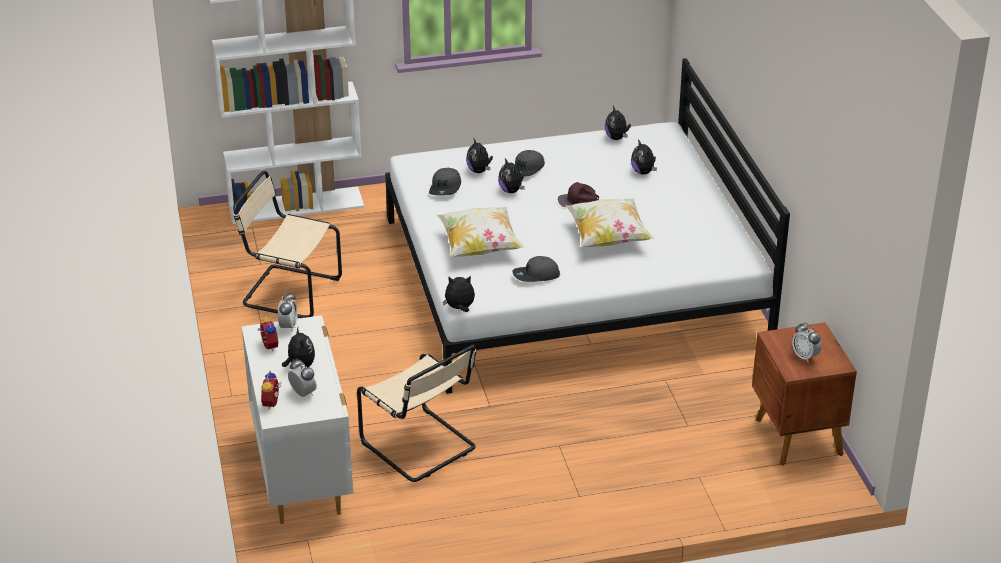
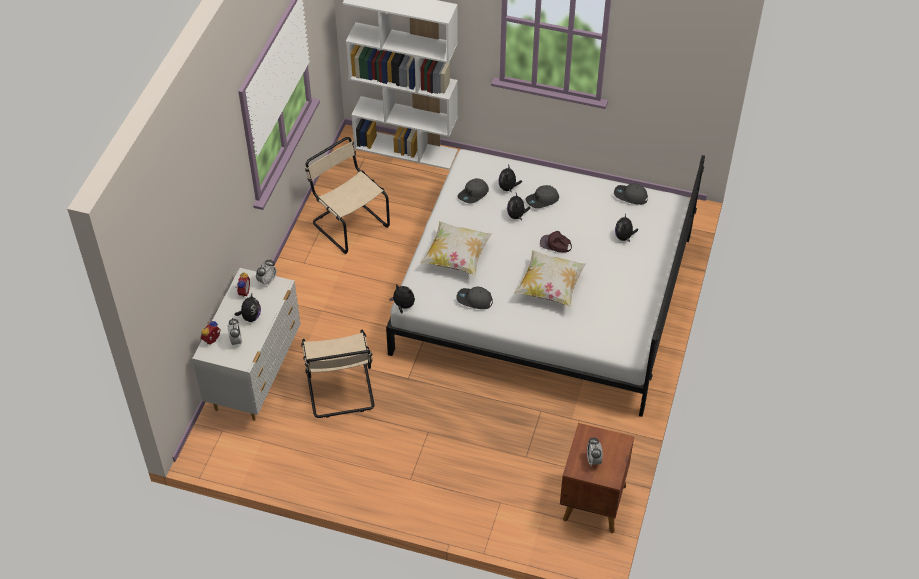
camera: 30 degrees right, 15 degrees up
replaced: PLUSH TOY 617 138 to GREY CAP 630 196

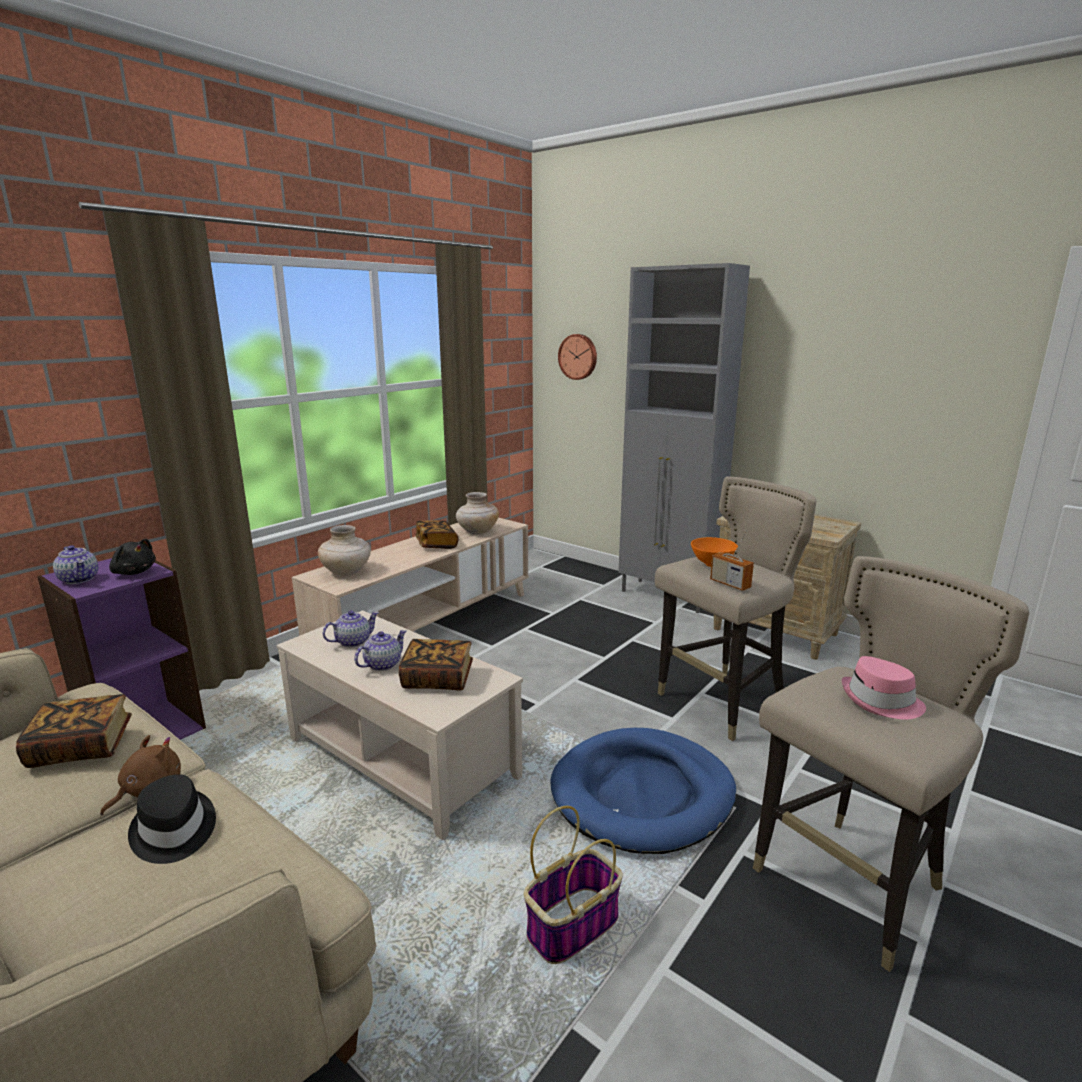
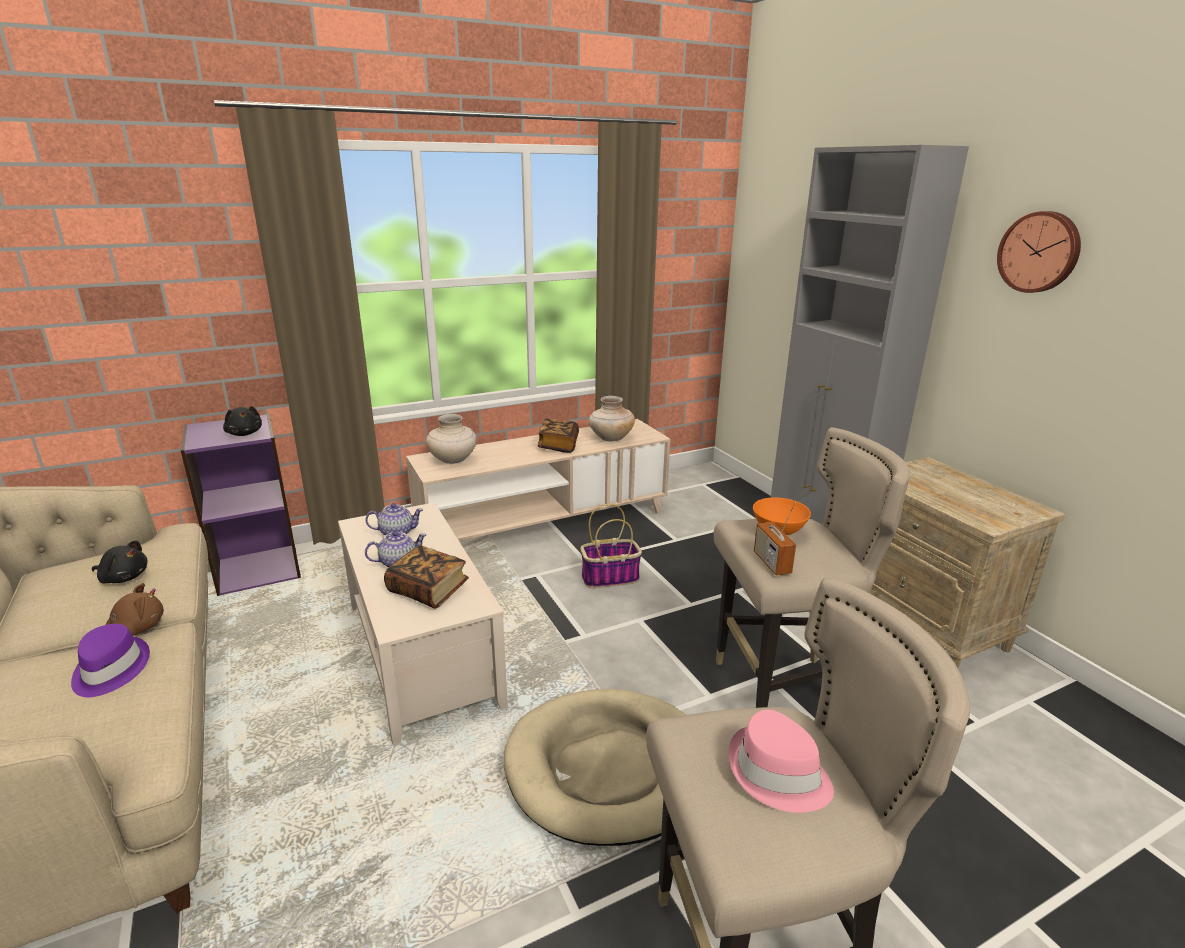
camera: 25 degrees right, 5 degrees up
removed: TEAPOT 80 579
moved: BASKET 573 925 to 610 577; WALL CLOCK 578 356 to 1040 252
replaced: BOOK 81 747 to BLACK PLUSH TOY 124 577
recoloured: BLACK HAT 173 831 to PURPLE HAT 109 670; BLUE DOG BED 642 794 to BEIGE DOG BED 609 769

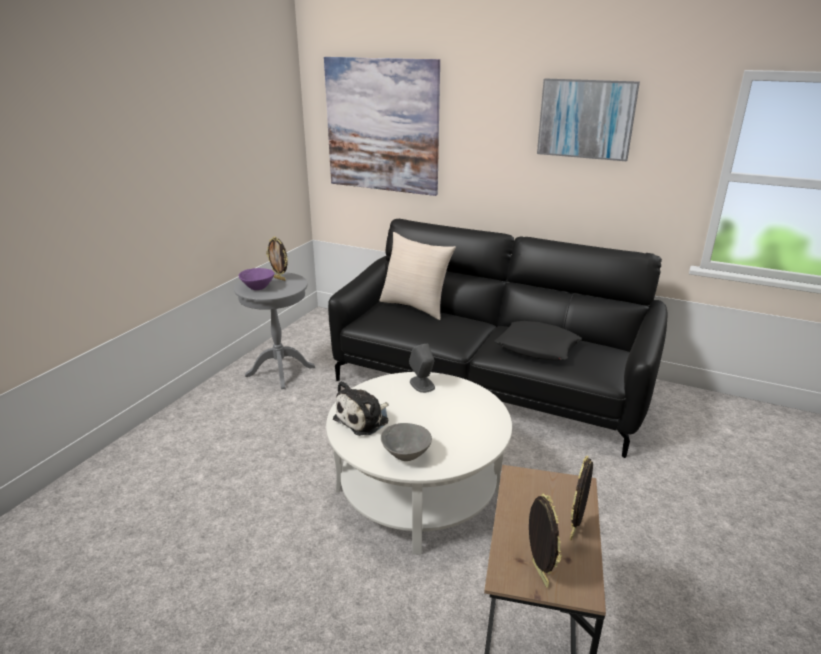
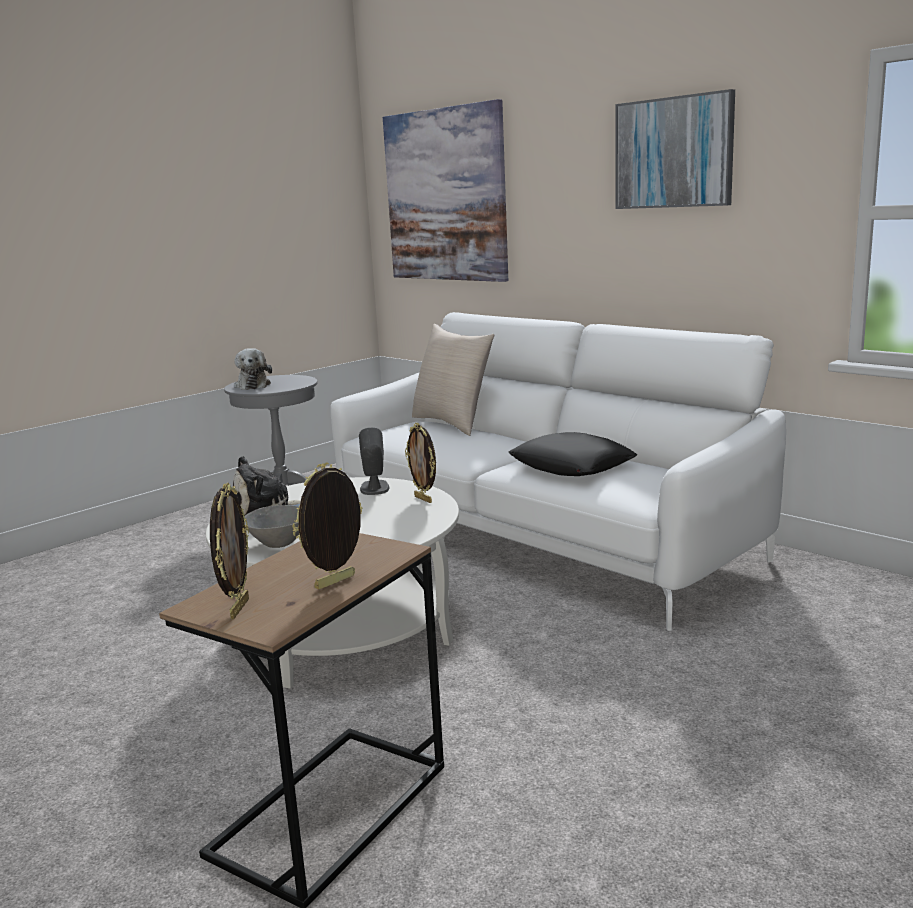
camera: 20 degrees right, 10 degrees down
moved: PICTURE FRAME 280 279 to 424 499
replaced: PURPLE BOWL 258 287 to PLUSH TOY 253 385
recoloured: BLACK SOFA 488 385 to WHITE SOFA 537 537

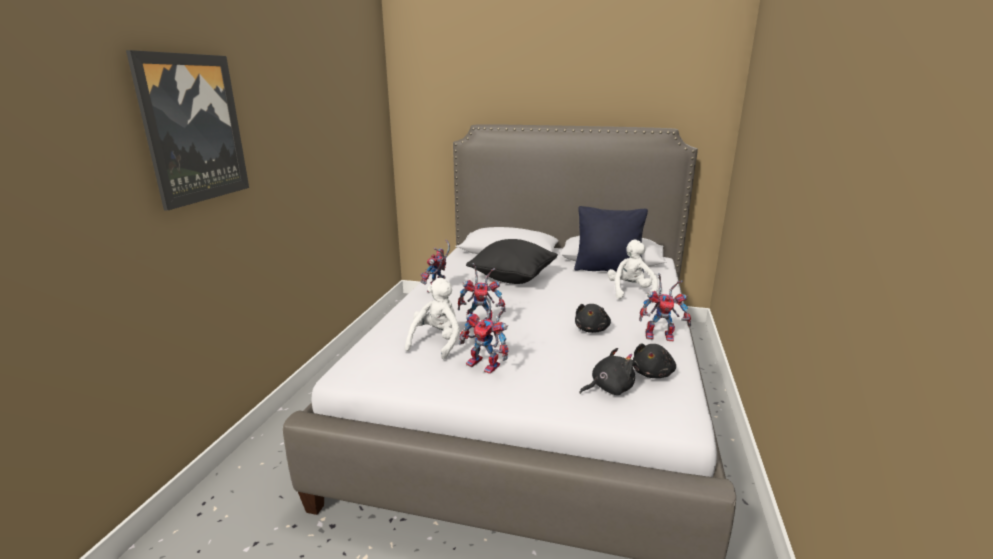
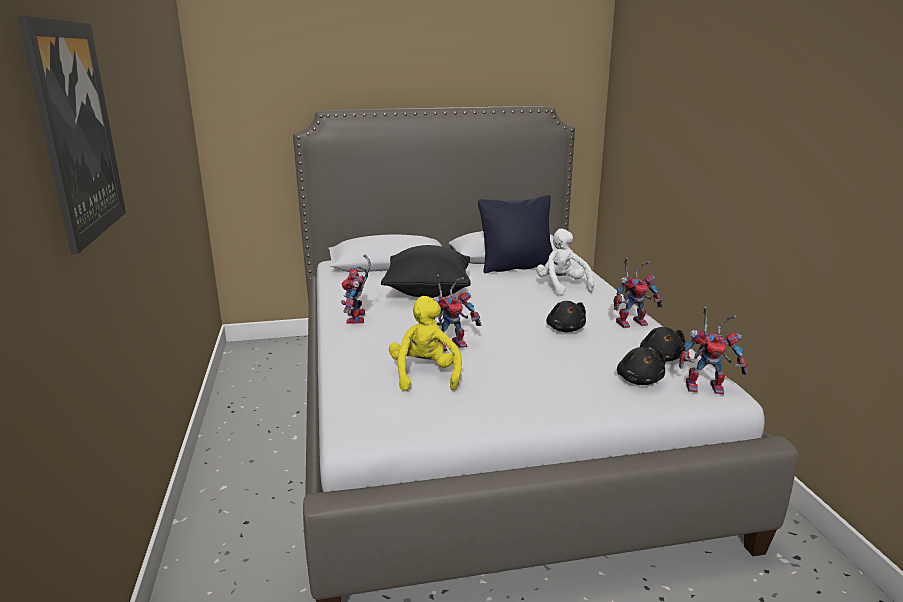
camera: 25 degrees left, 0 degrees up
moved: TOY ROBOT 487 365 to 707 386
recoloured: WHITE PLUSH TOY 437 342 to YELLOW PLUSH TOY 425 375
turned: BLACK PLUSH TOY 609 388 = 639 380 135 degrees clockwise

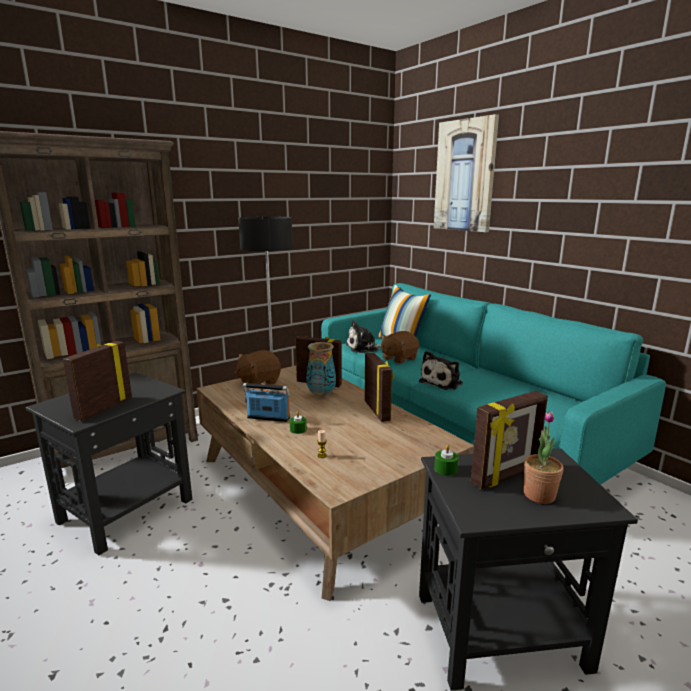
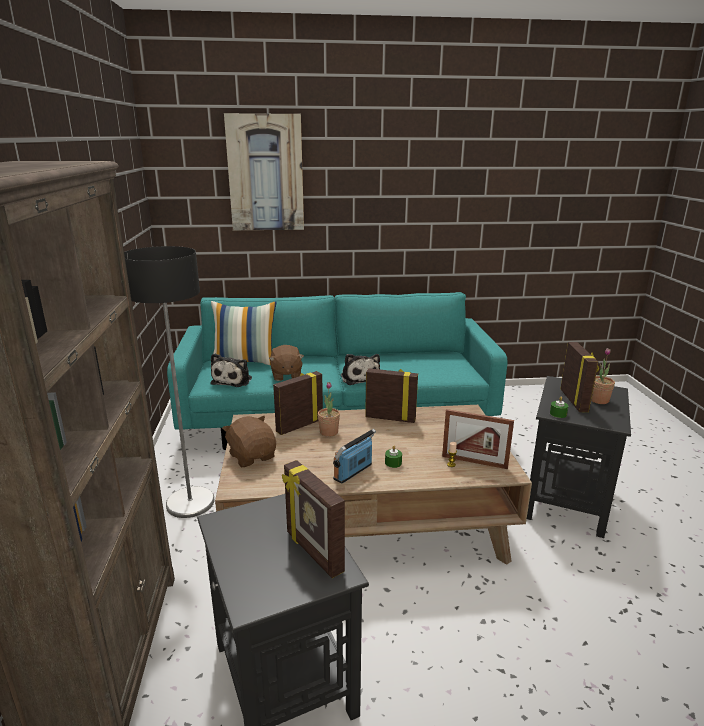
camera: 60 degrees left, 5 degrees up
added: PICTURE FRAME 474 462
replaced: VASE 321 395 to POTTED PLANT 329 432
turned: BROWN PLUSH TOY 258 382 = 252 456 150 degrees clockwise

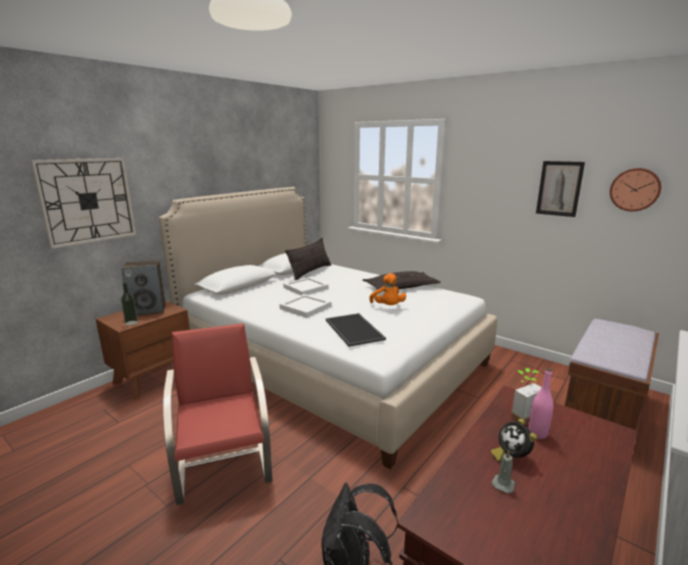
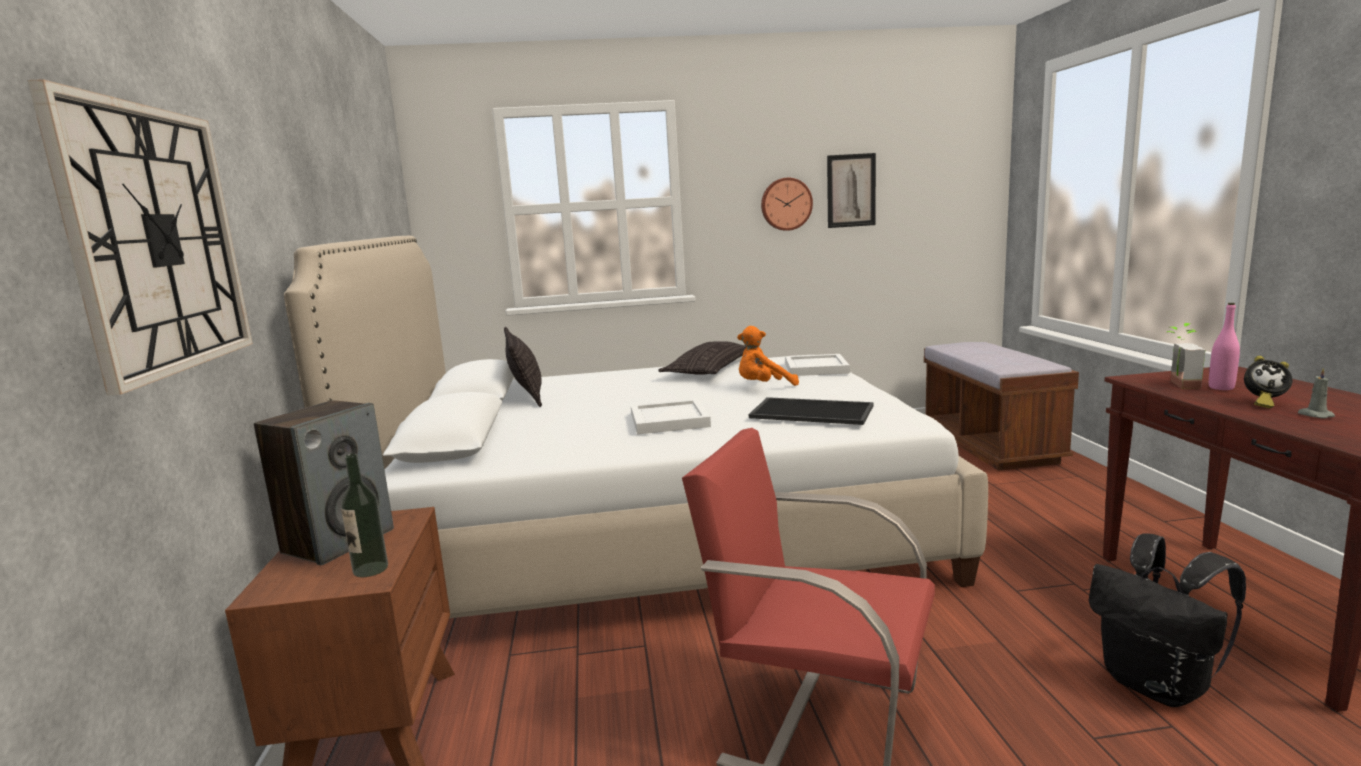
camera: 45 degrees left, 5 degrees down
moved: WHITE TRAY 305 288 to 815 368; WALL CLOCK 635 189 to 786 204
turned: ORANGE PLUSH TOY 387 307 = 763 387 135 degrees clockwise

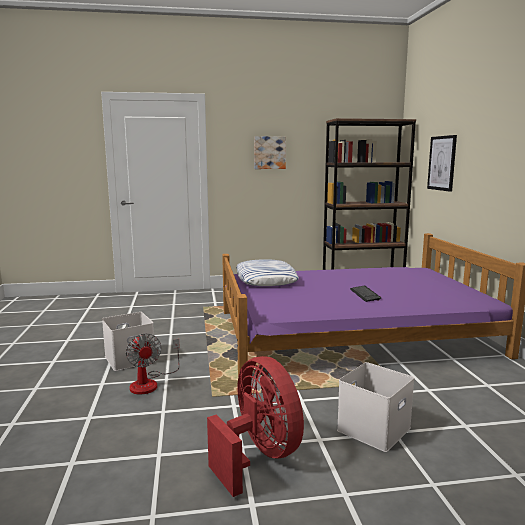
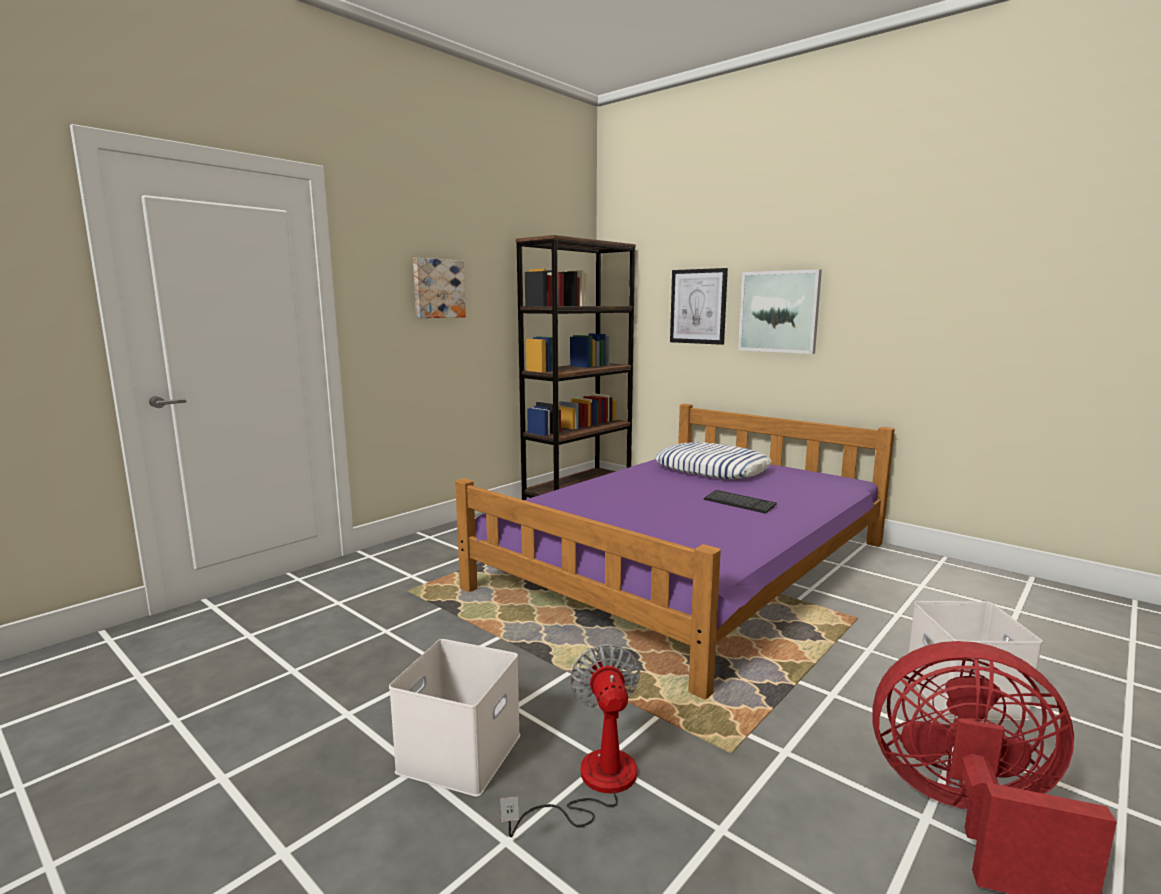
camera: 40 degrees left, 0 degrees up
added: PICTURE 779 311
moved: PILLOW 266 279 to 712 469
turned: FAN 150 383 = 593 784 120 degrees counterclockwise

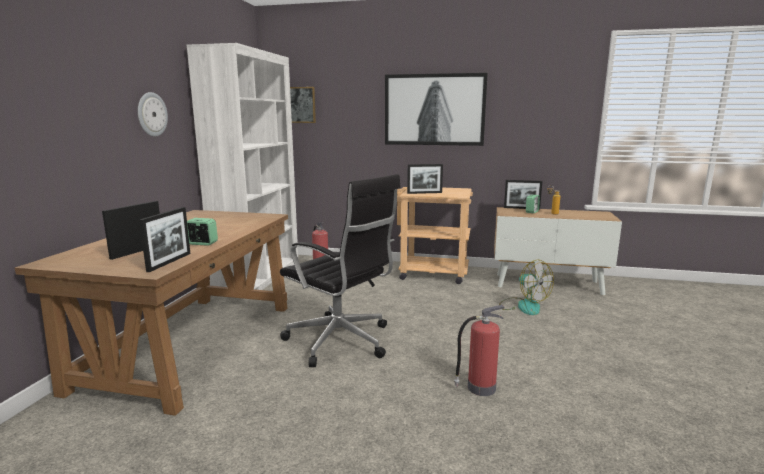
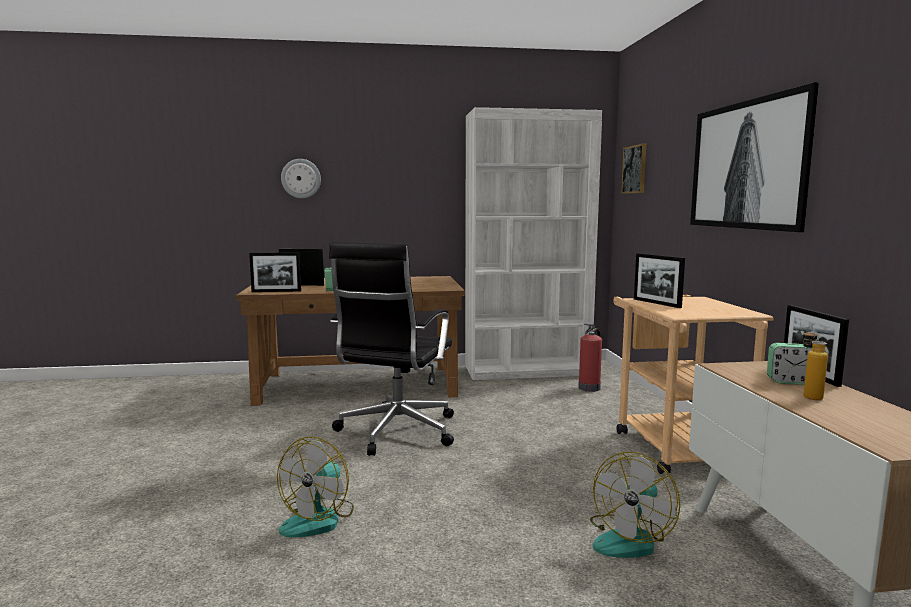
camera: 70 degrees right, 5 degrees down
moved: WALL CLOCK 151 114 to 301 178
replaced: FIRE EXTINGUISHER 479 388 to FAN 319 519

